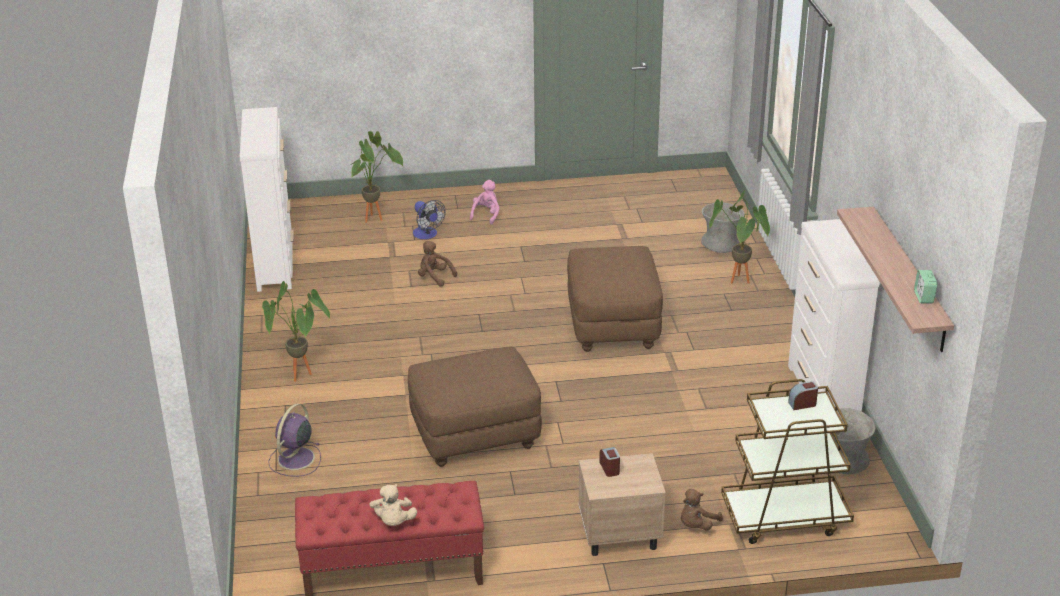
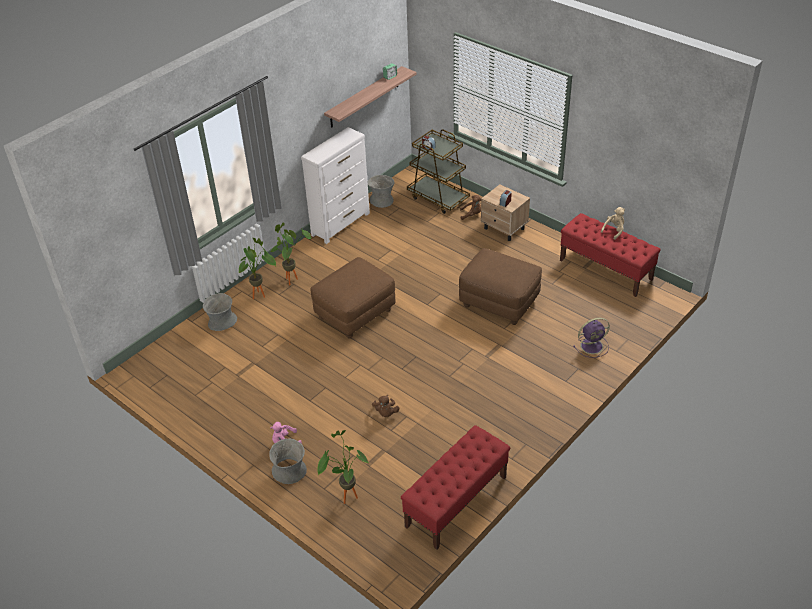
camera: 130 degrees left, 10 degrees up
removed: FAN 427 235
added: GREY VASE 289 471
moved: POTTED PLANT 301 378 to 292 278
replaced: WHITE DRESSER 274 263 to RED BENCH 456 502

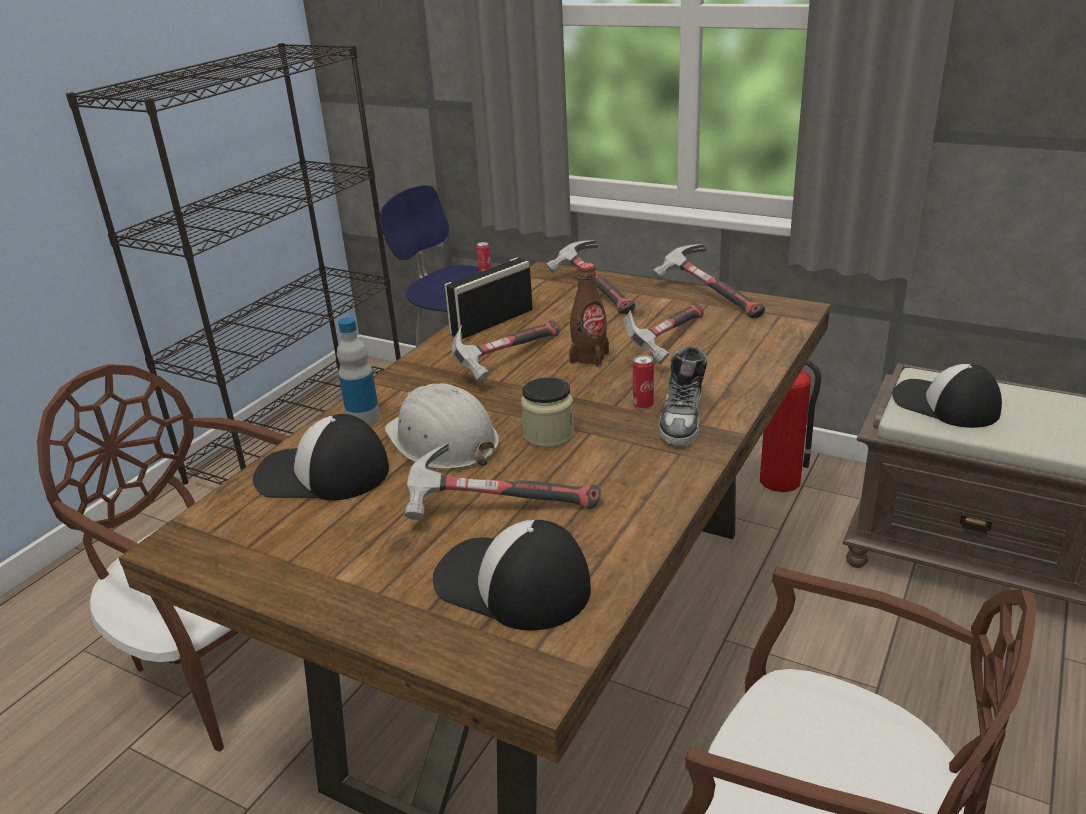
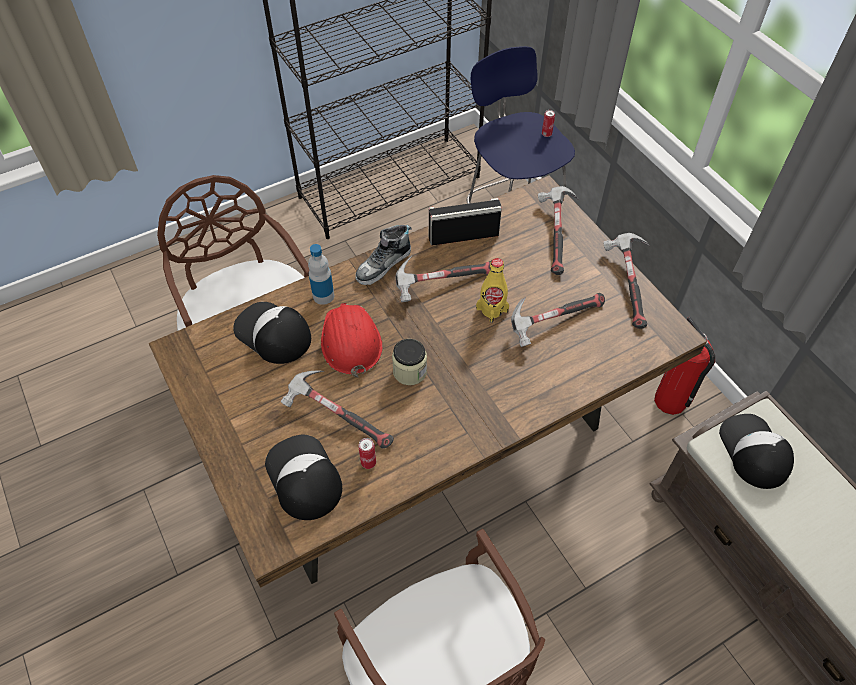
camera: 30 degrees right, 25 degrees up
moved: CAN 643 405 to 368 462; SHOE 682 419 to 384 265
recoloured: WHITE HARD HAT 442 441 to RED HARD HAT 350 342; BROWN BOTTLE 589 358 to YELLOW BOTTLE 492 310

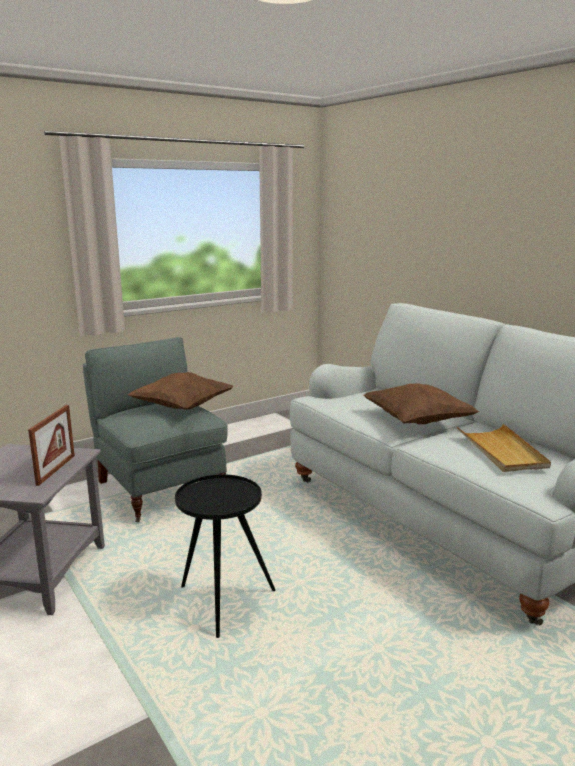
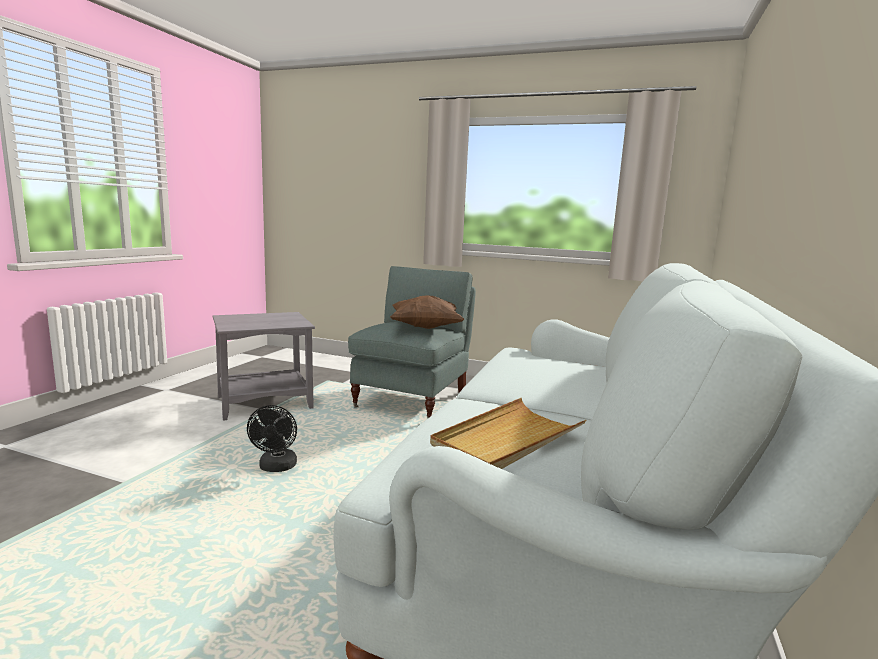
camera: 55 degrees right, 5 degrees down
removed: PICTURE FRAME 56 470; BROWN PILLOW 417 421
replaced: BLACK SIDE TABLE 222 601 to BLACK FAN 276 468

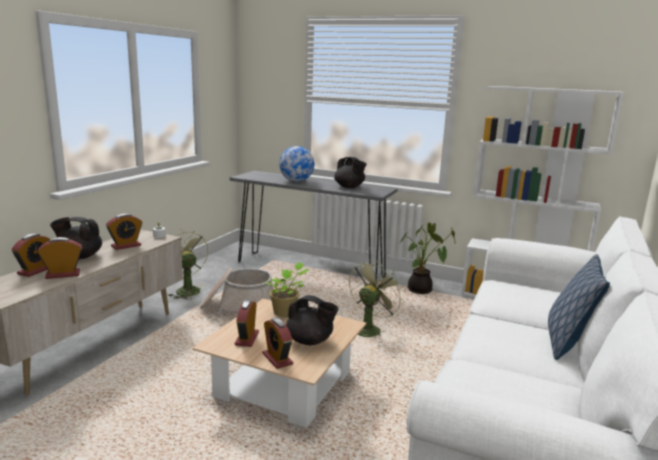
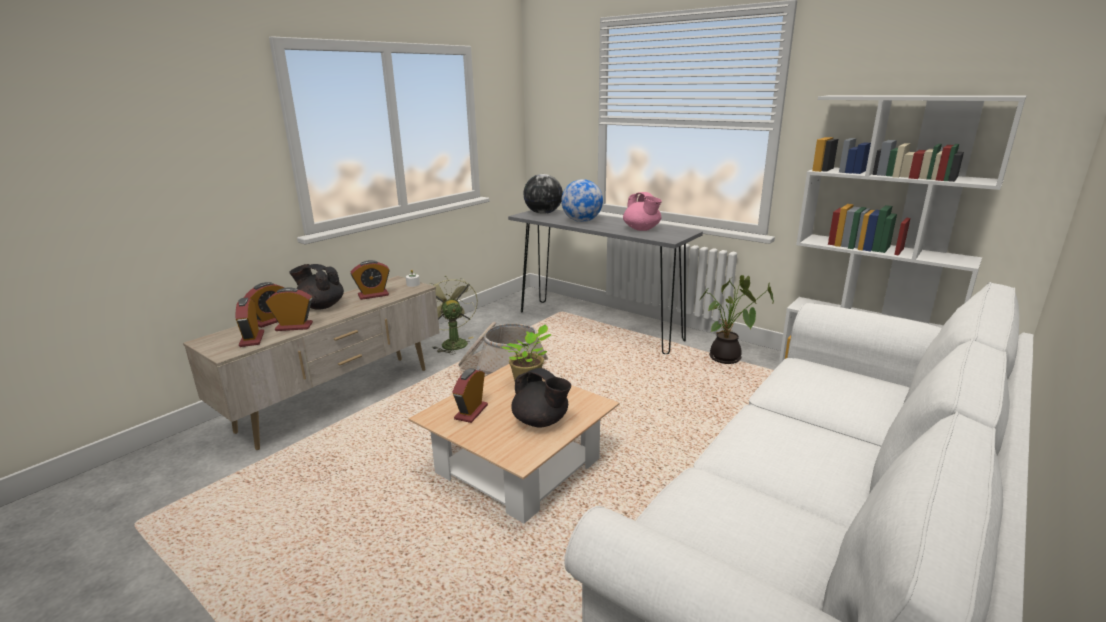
camera: 15 degrees right, 5 degrees up
removed: GREEN FAN 369 329; PILLOW 568 342
added: GLOBE 543 213
moved: ALARM CLOCK 277 359 to 252 339
recoloured: BLACK TEAPOT 349 187 to PINK TEAPOT 642 229

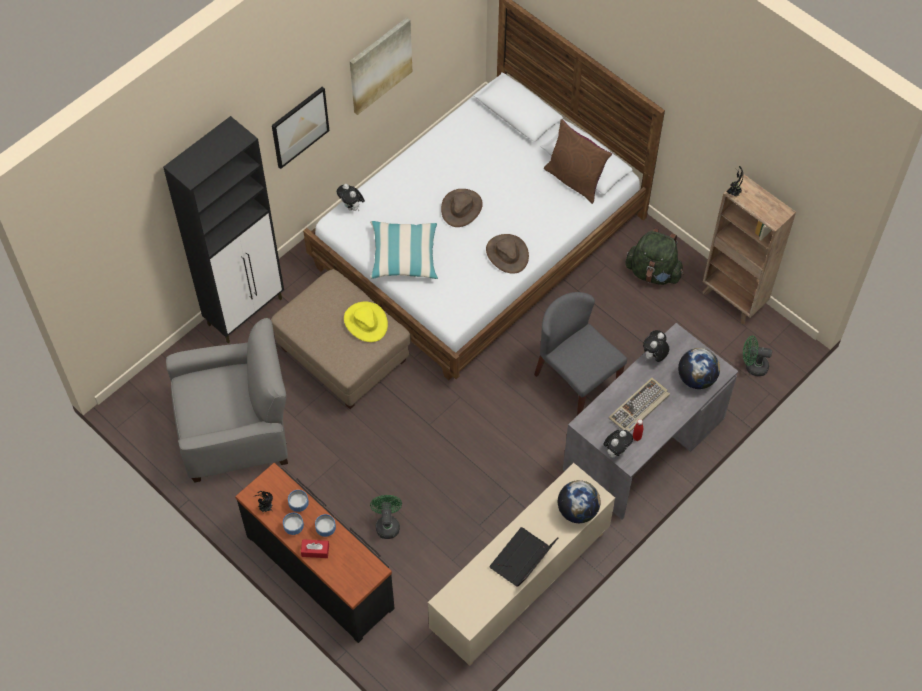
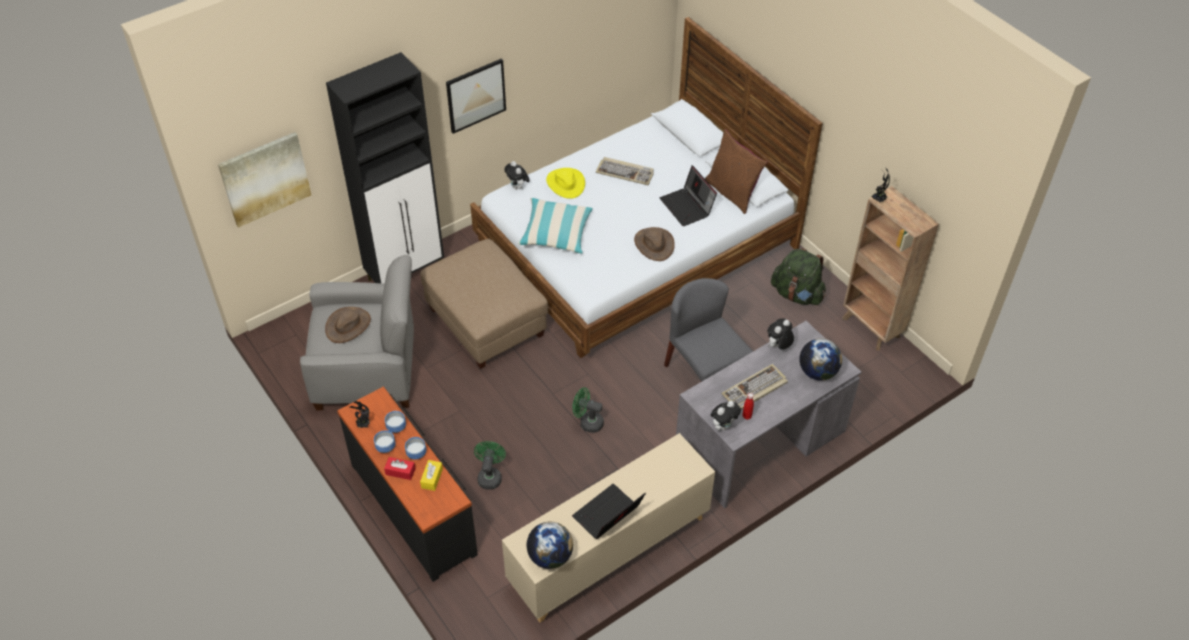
camera: 10 degrees right, 10 degrees down
added: YELLOW TISSUE BOX 432 478; KEYBOARD 625 173; LAPTOP 687 207
moved: YELLOW HAT 365 322 to 565 183; PICTURE 380 65 to 265 178; BROWN HAT 461 208 to 348 325; GLOBE 577 510 to 550 556; GREEN FAN 752 366 to 587 422

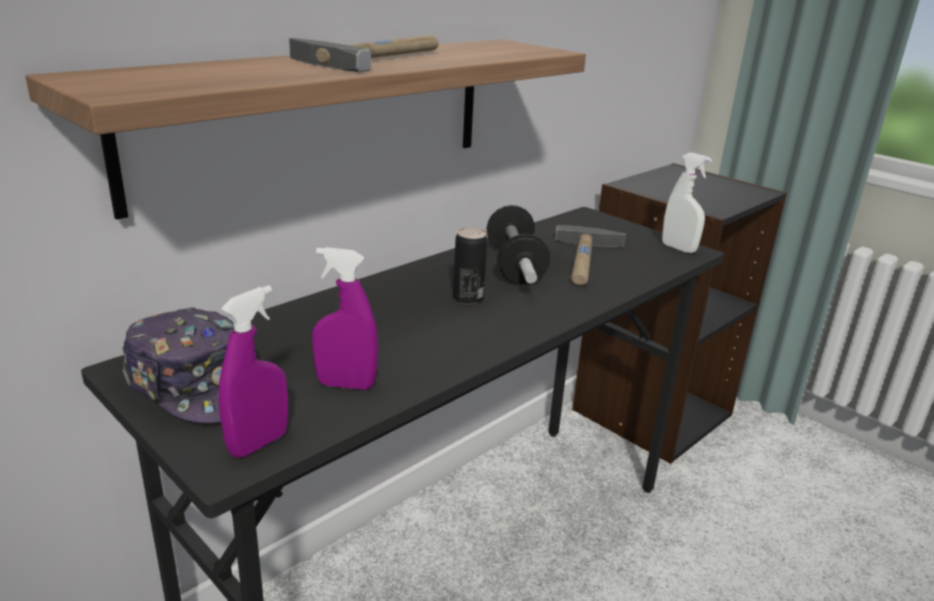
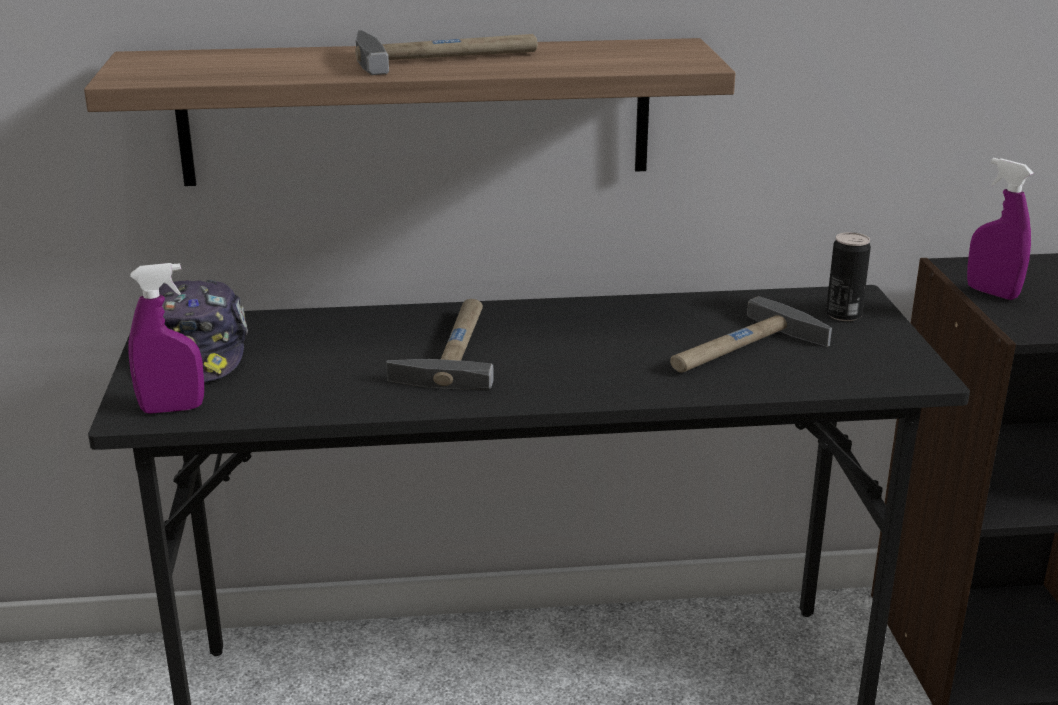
camera: 40 degrees right, 0 degrees up
removed: DUMBBELL 514 266; WHITE SPRAY BOTTLE 678 248
added: HAMMER 453 349
moved: PURPLE SPRAY BOTTLE 346 385 to 992 293; CAN 468 298 to 843 314

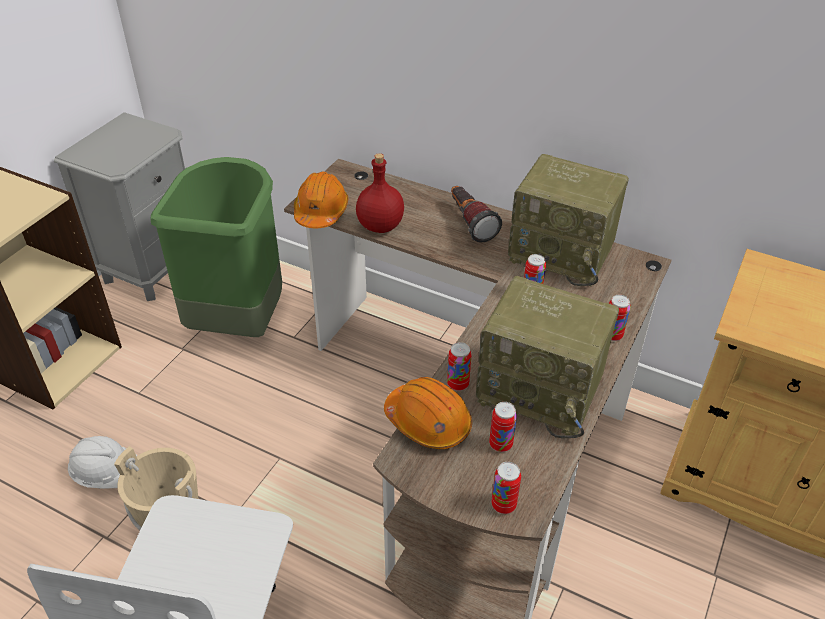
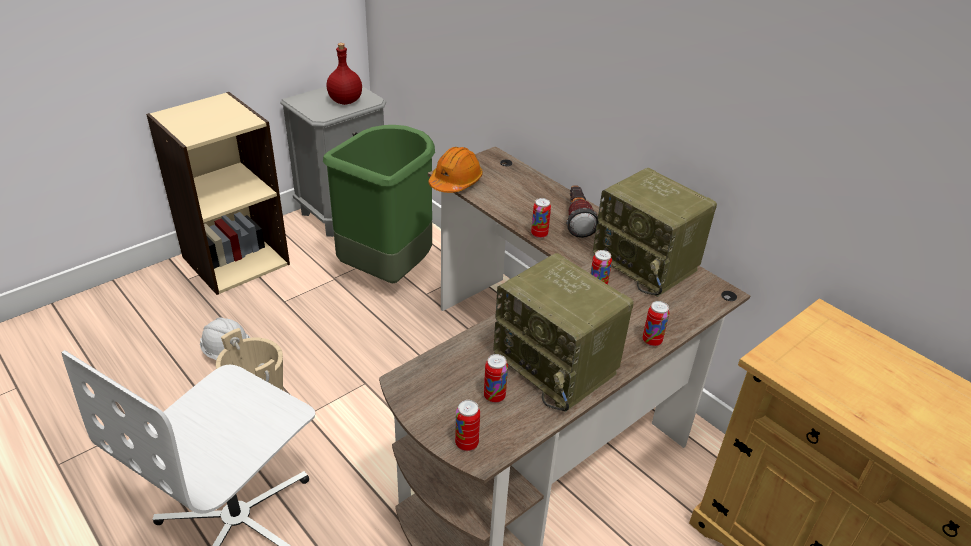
camera: 20 degrees right, 5 degrees down
removed: ORANGE HARD HAT 428 422
moved: RED BOTTLE 381 226 to 345 101; CAN 458 384 to 539 234

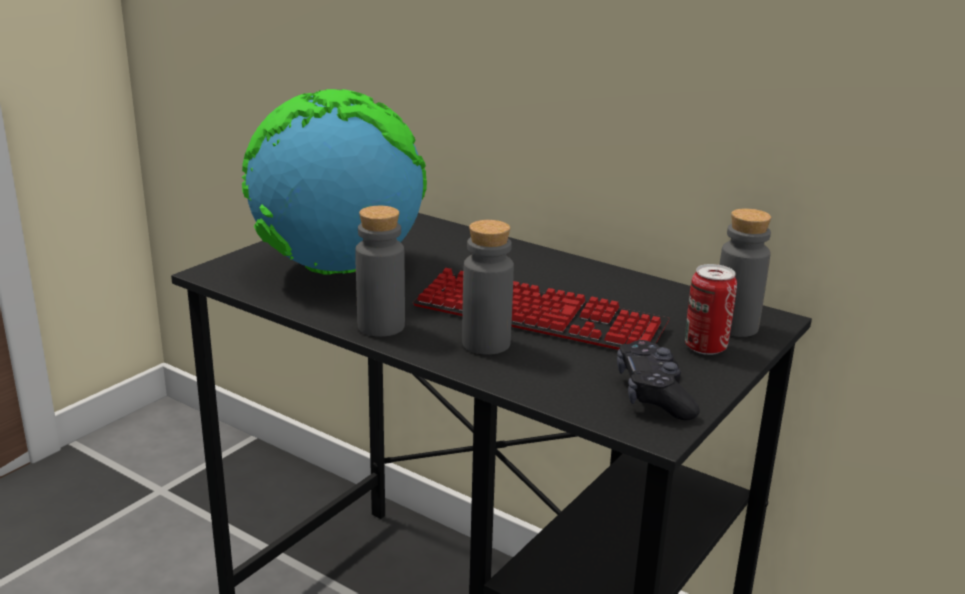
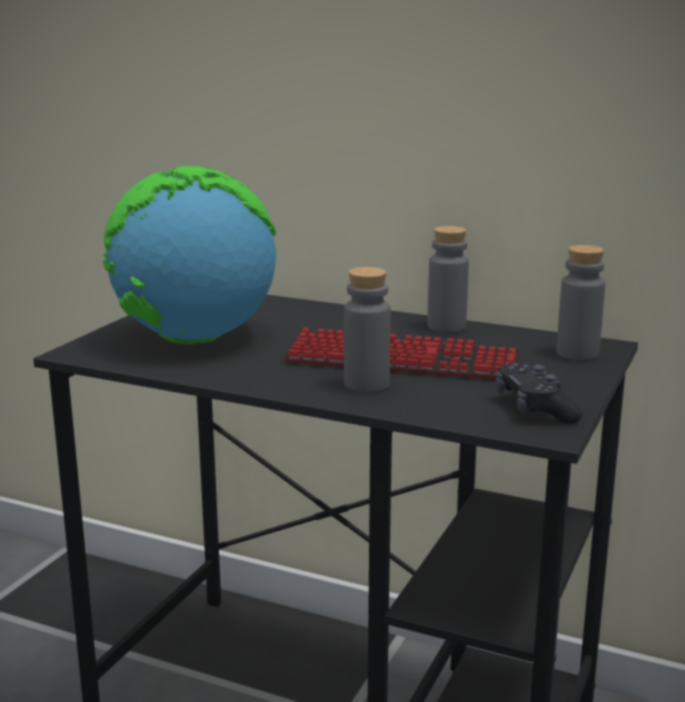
camera: 10 degrees left, 5 degrees down
removed: CAN 705 347
moved: GREY BOTTLE 381 326 to 446 326

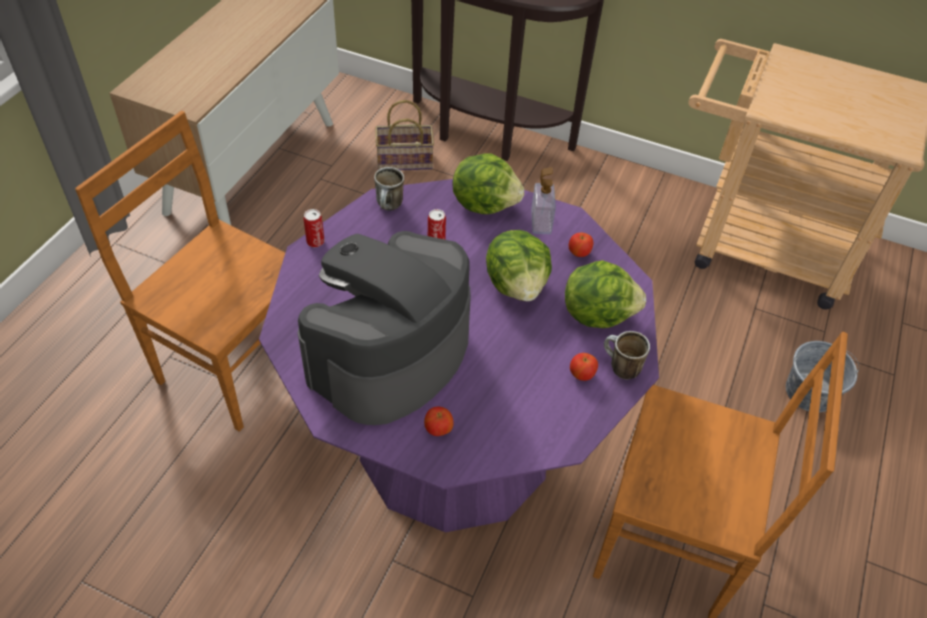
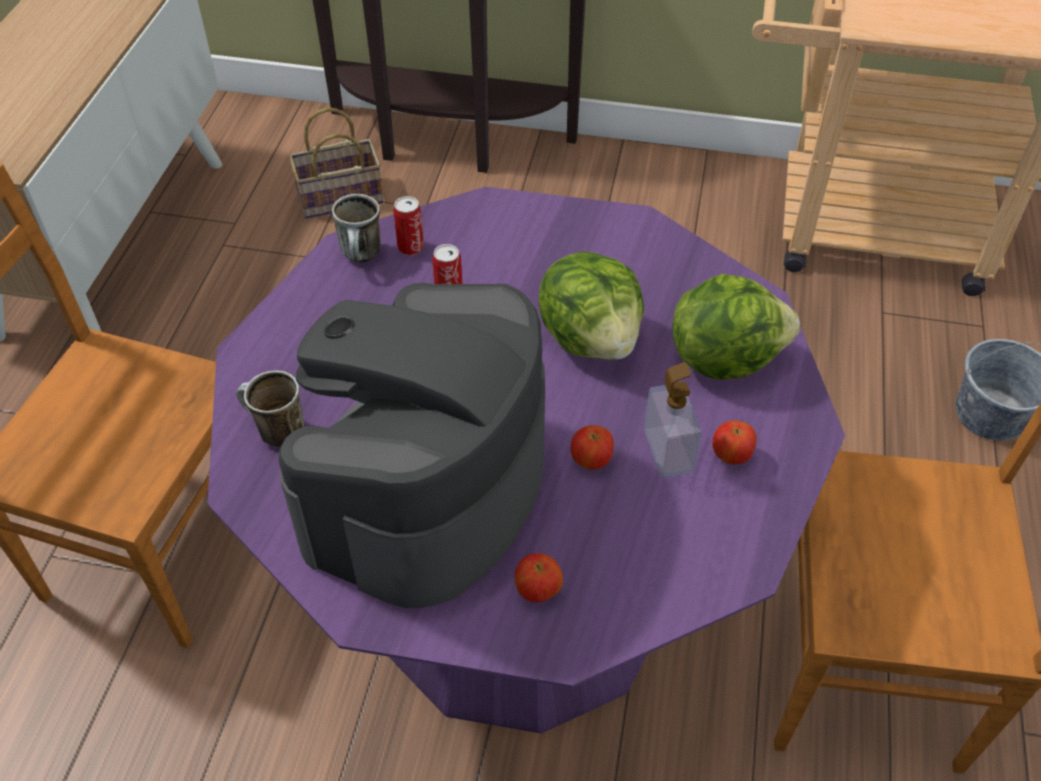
camera: 10 degrees left, 0 degrees up
removed: LETTUCE 485 204
moved: CAN 315 242 to 410 247; SOAP DISPENSER 541 222 to 668 451; APPLE 579 253 to 591 460; MUG 619 368 to 274 431

